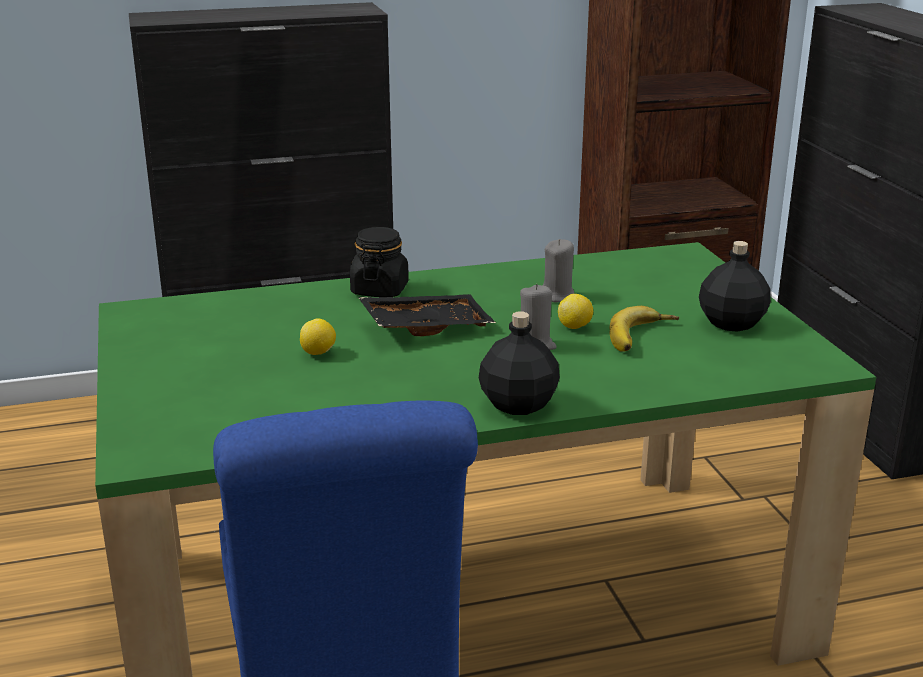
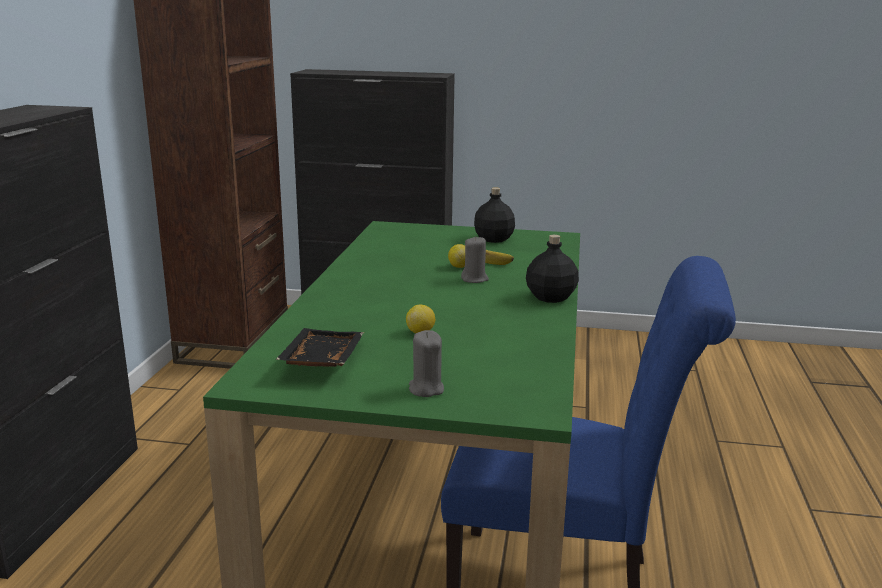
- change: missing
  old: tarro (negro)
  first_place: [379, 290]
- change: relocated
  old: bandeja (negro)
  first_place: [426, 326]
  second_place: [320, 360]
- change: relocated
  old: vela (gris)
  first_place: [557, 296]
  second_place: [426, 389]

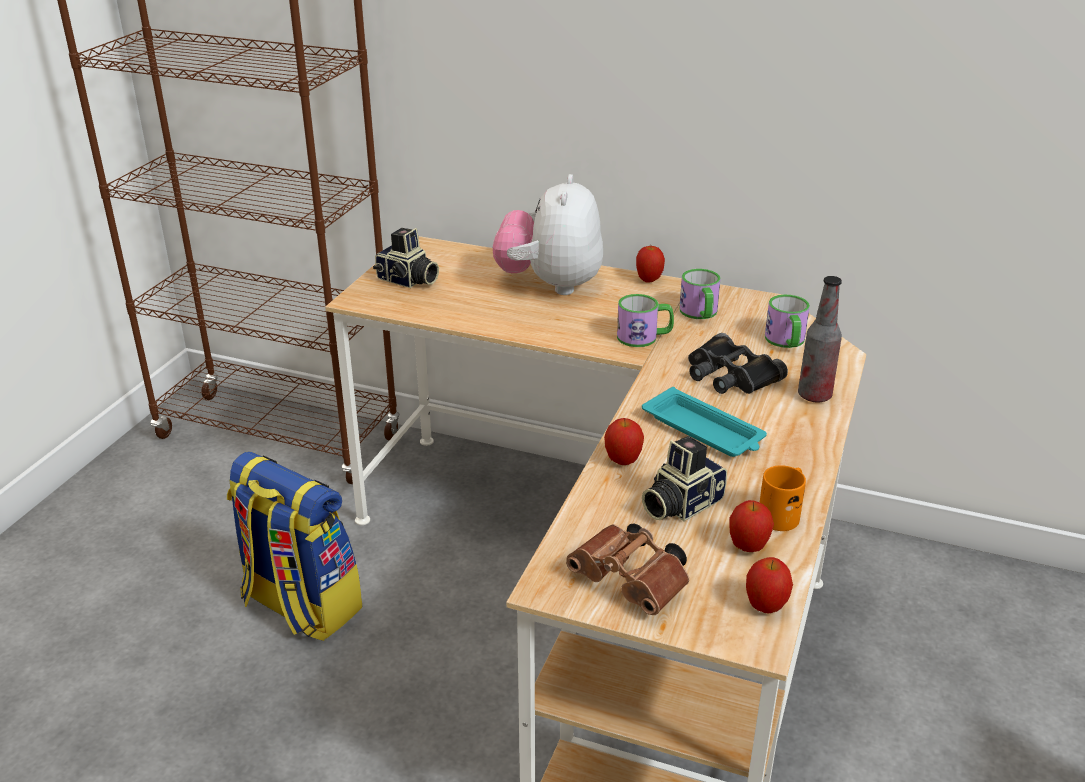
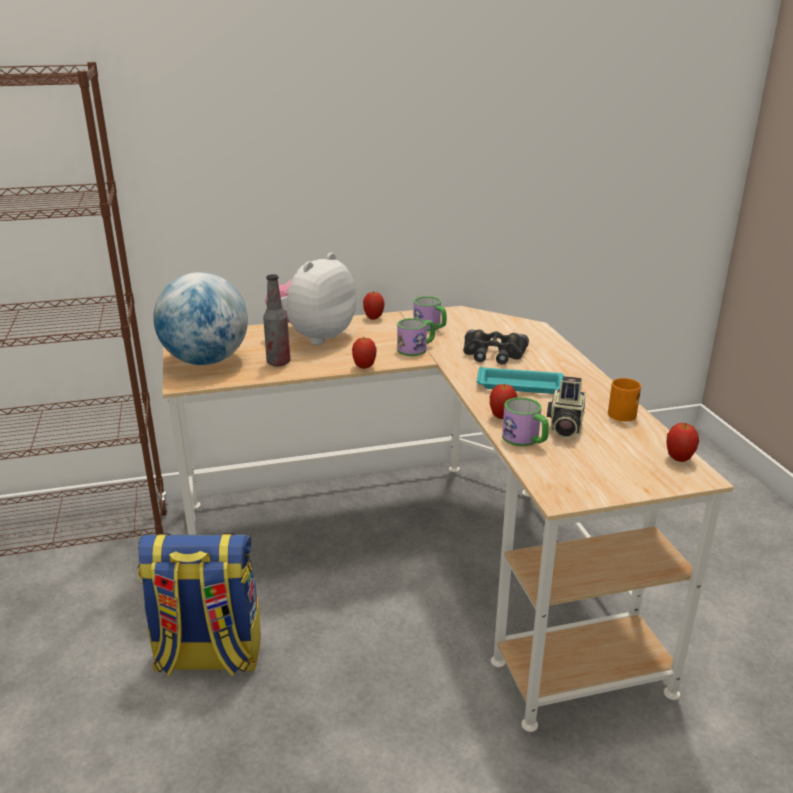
- change: exchanged
  old: cámara
  new: globo terráqueo
  first_place: [407, 281]
  second_place: [206, 361]
- change: spun
  old: peluche
  first_place: [550, 285]
  second_place: [314, 336]
  degrees: 60
- change: missing
  old: prismáticos (marrón)
  first_place: [633, 584]
- change: relocated
  old: manzana
  first_place: [748, 547]
  second_place: [364, 367]
- change: relocated
  old: taza grande
  first_place: [786, 342]
  second_place: [525, 440]
- change: relocated
  old: botella
  first_place: [814, 396]
  second_place: [278, 363]

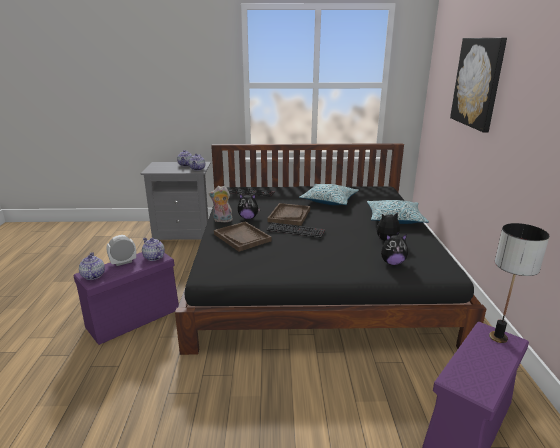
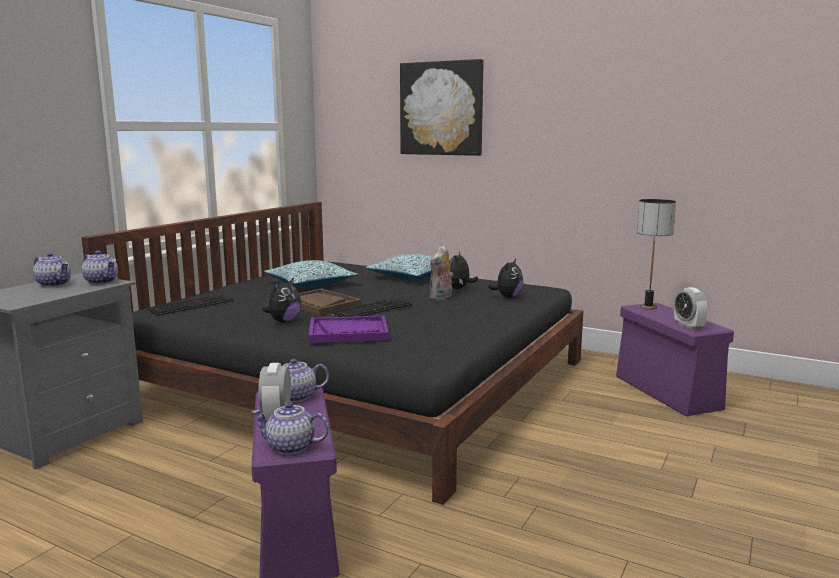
- change: relocated
  old: peluche
  first_place: [222, 220]
  second_place: [441, 298]
- change: colour
  old: bandeja (marrón)
  new: bandeja (morado)
  first_place: [242, 237]
  second_place: [349, 332]
- change: appeared
  new: despertador
  second_place: [688, 326]

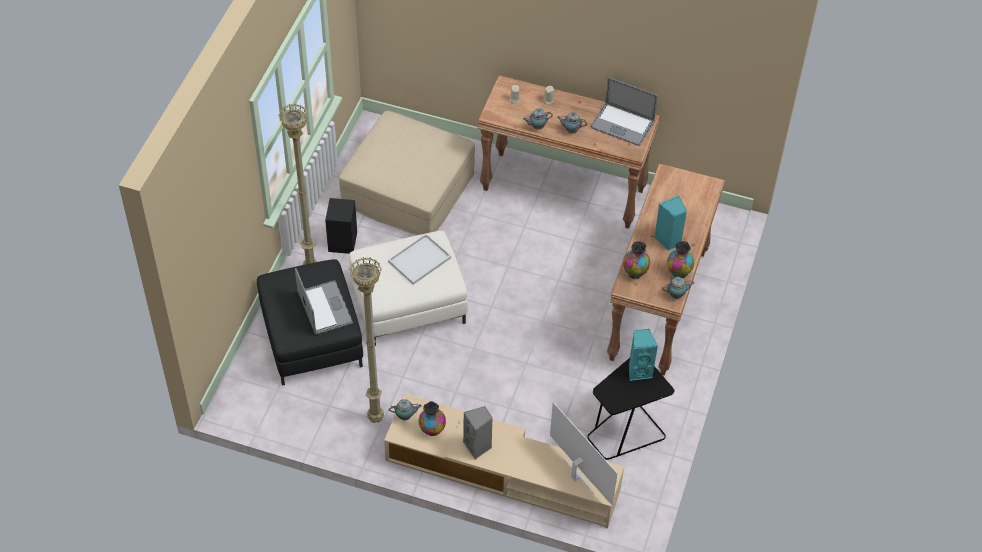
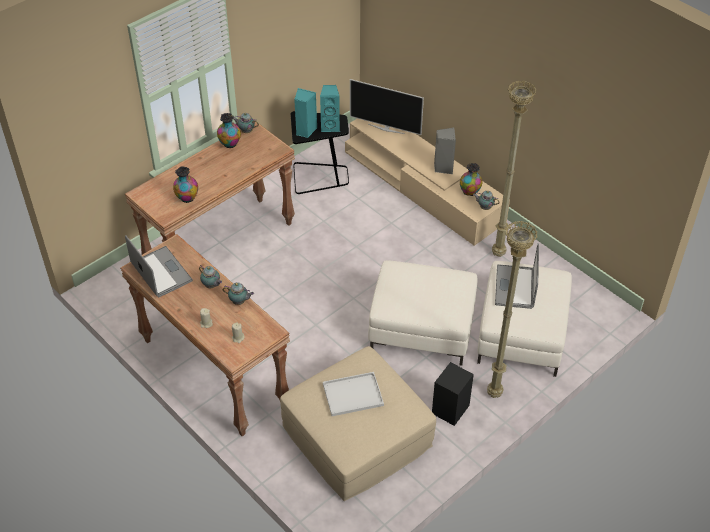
- change: colour
  old: puf (negro)
  new: puf (blanco)
  first_place: [311, 337]
  second_place: [521, 334]
- change: relocated
  old: bandeja (blanco)
  first_place: [420, 259]
  second_place: [352, 395]
- change: spun
  old: televisor
  first_place: [576, 476]
  second_place: [386, 128]
  degrees: -60
- change: relocated
  old: florero
  first_place: [635, 272]
  second_place: [187, 198]
- change: relocated
  old: altavoz (turquesa)
  first_place: [668, 240]
  second_place: [330, 126]

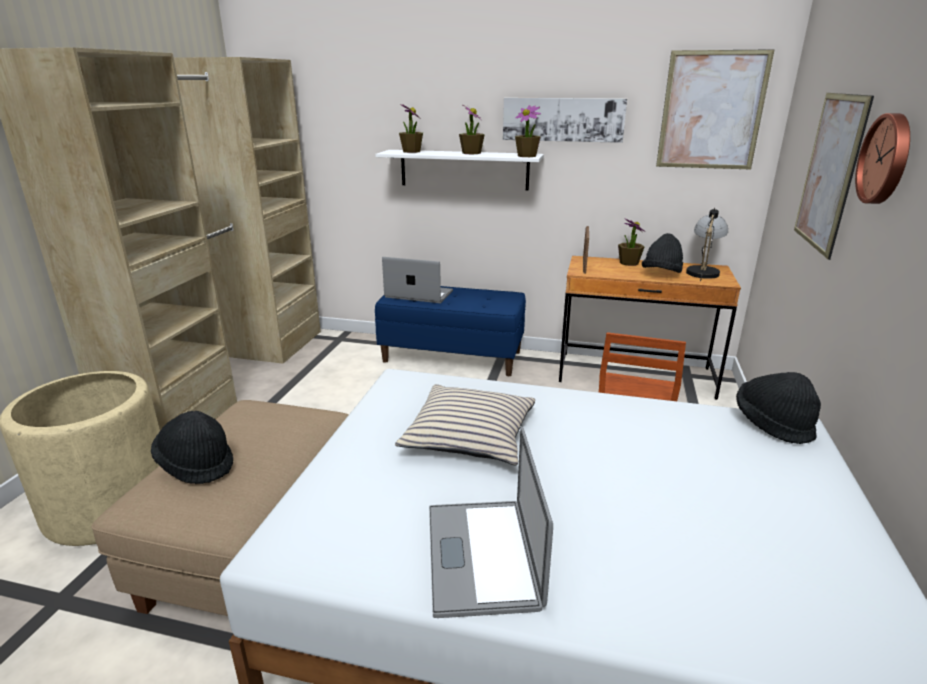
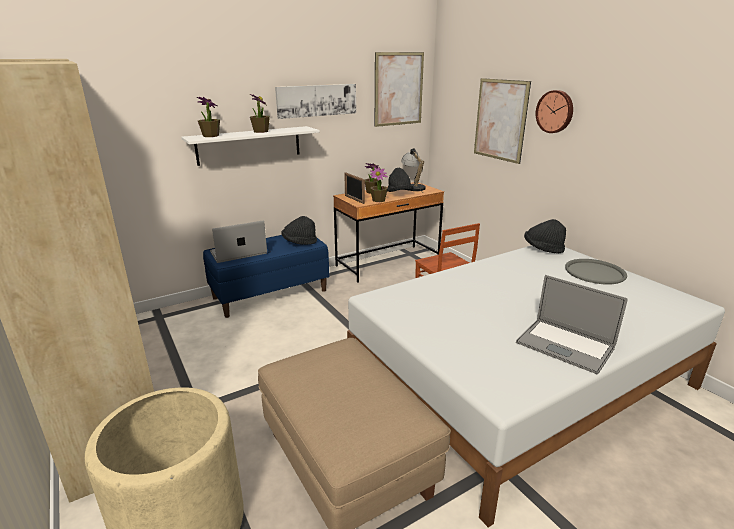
- change: relocated
  old: sombrero (negro)
  first_place: [197, 465]
  second_place: [299, 242]
- change: missing
  old: cojín (beis)
  first_place: [470, 435]
- change: relocated
  old: planta en maceta
  first_place: [527, 156]
  second_place: [378, 200]
- change: appeared
  new: bandeja (gris)
  second_place: [595, 272]

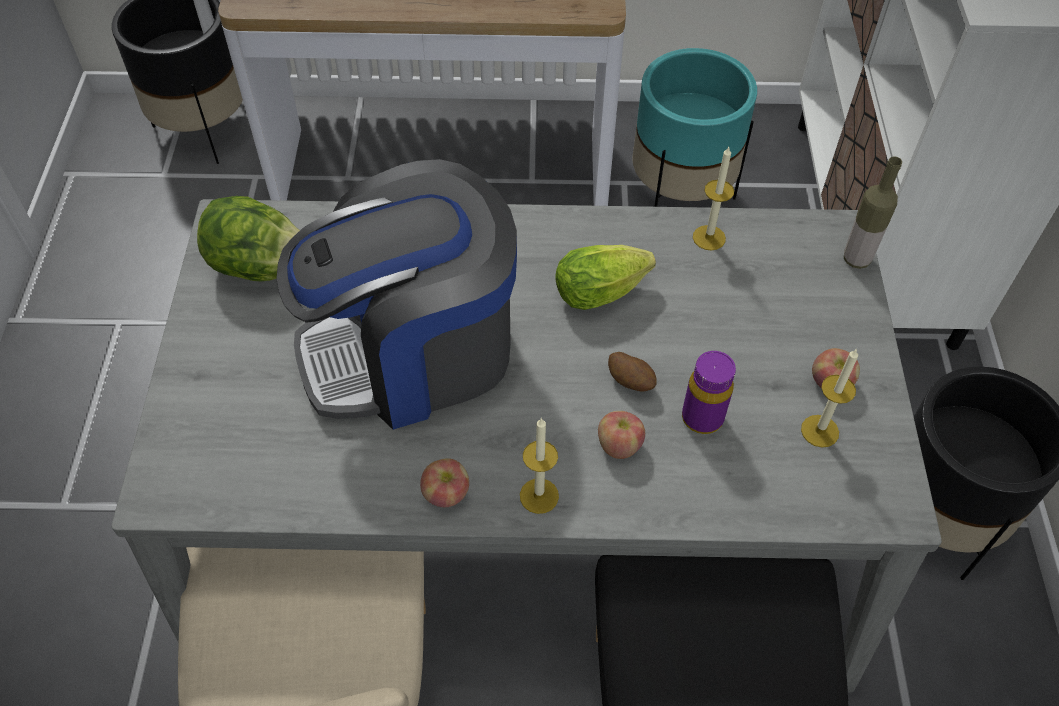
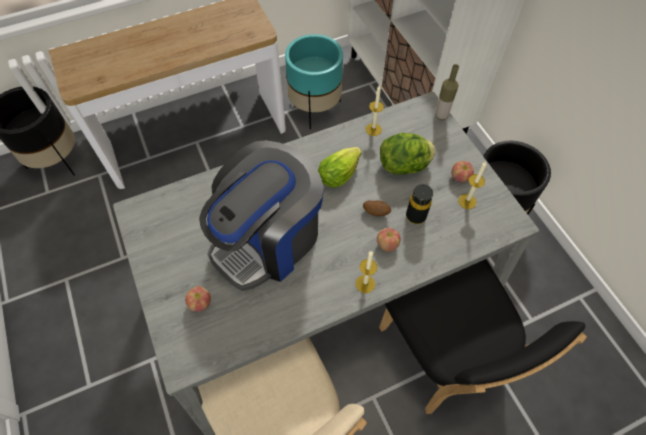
- change: relocated
  old: lechuga
  first_place: [259, 266]
  second_place: [404, 166]
- change: relocated
  old: manzana
  first_place: [446, 493]
  second_place: [200, 303]
- change: colour
  old: botella (morado)
  new: botella (negro)
  first_place: [702, 418]
  second_place: [415, 216]

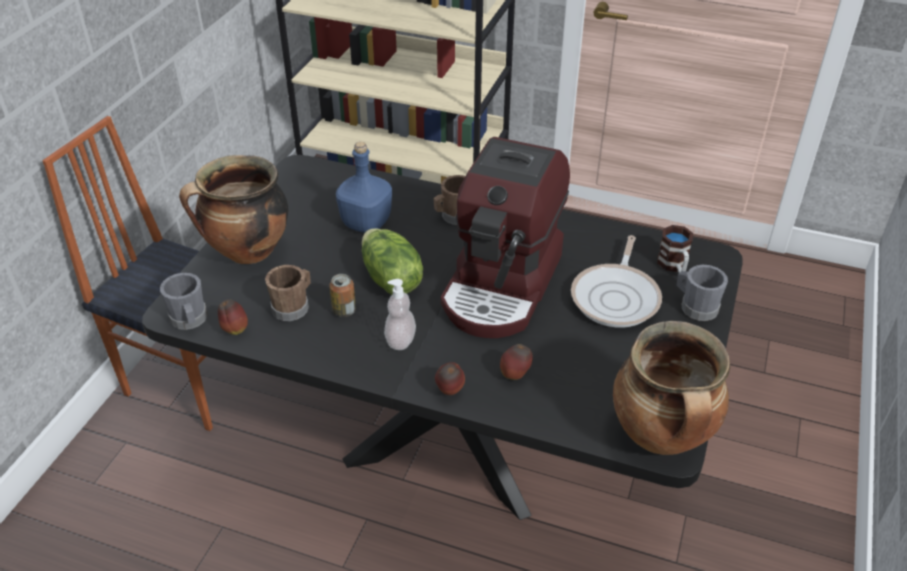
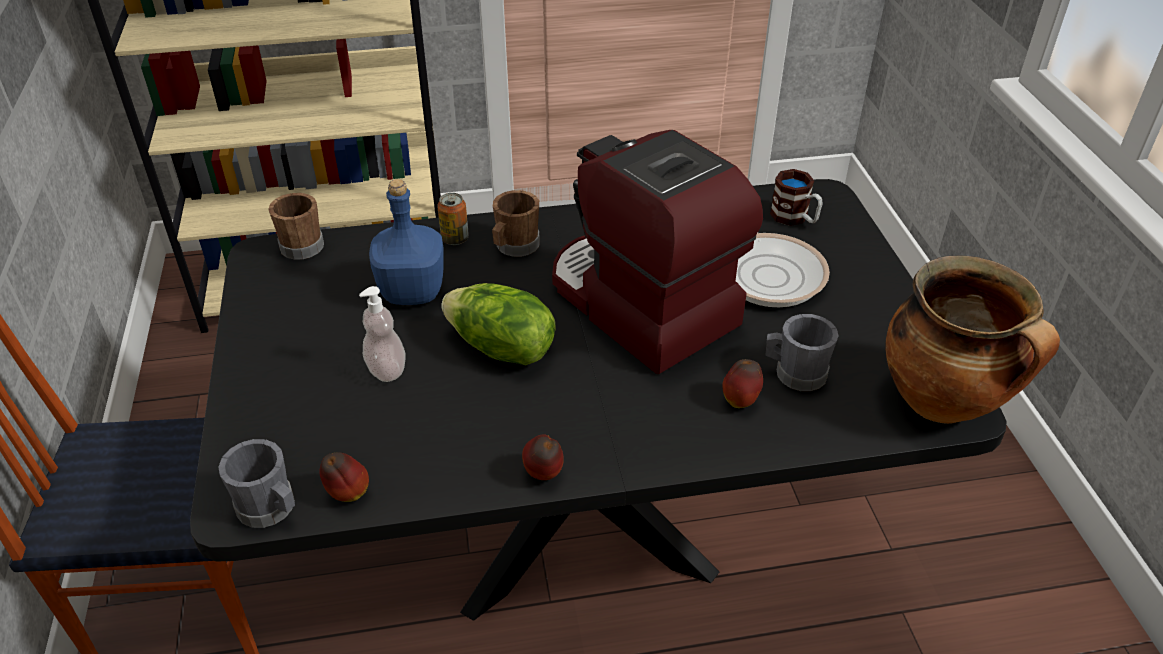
- change: missing
  old: olla
  first_place: [247, 253]
- change: relocated
  old: taza grande (marrón)
  first_place: [293, 306]
  second_place: [304, 243]
- change: relocated
  old: lata
  first_place: [344, 311]
  second_place: [455, 239]
- change: relocated
  old: dispensador de jabón
  first_place: [400, 340]
  second_place: [386, 369]
- change: relocated
  old: manzana
  first_place: [449, 391]
  second_place: [544, 475]
- change: spun
  old: cafetera
  first_place: [503, 285]
  second_place: [639, 305]
  degrees: 150
- change: relocated
  old: taza grande (gris)
  first_place: [695, 307]
  second_place: [795, 373]

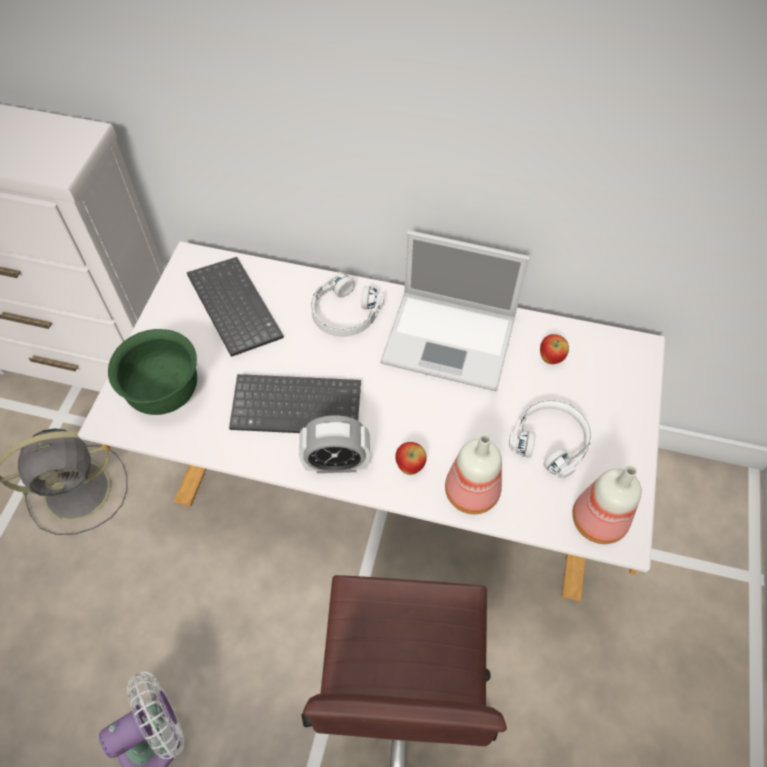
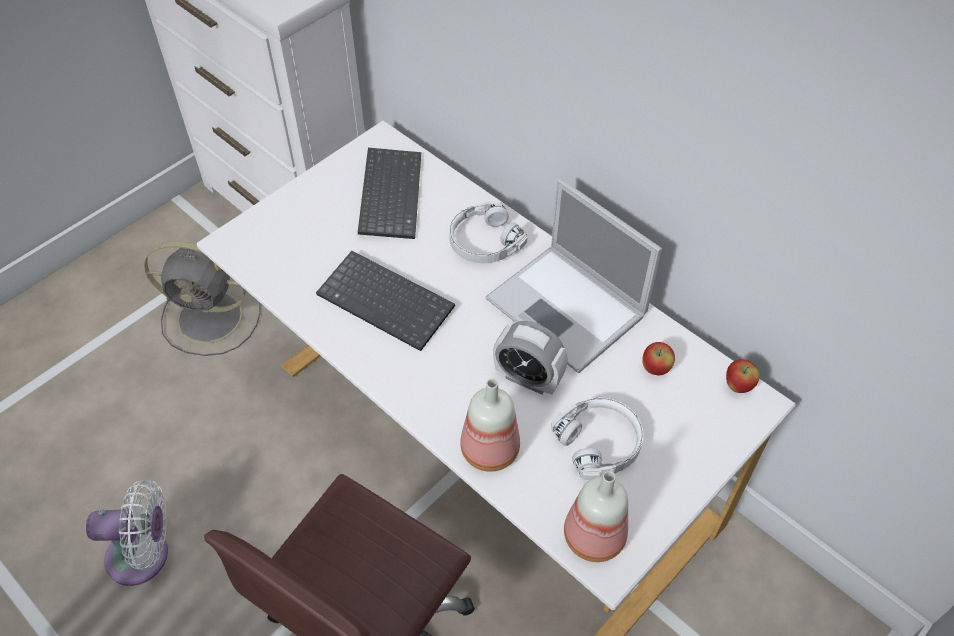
- change: missing
  old: cuenco (verde)
  first_place: [165, 393]
- change: relocated
  old: despertador
  first_place: [336, 463]
  second_place: [528, 379]
- change: relocated
  old: manzana
  first_place: [410, 465]
  second_place: [738, 386]

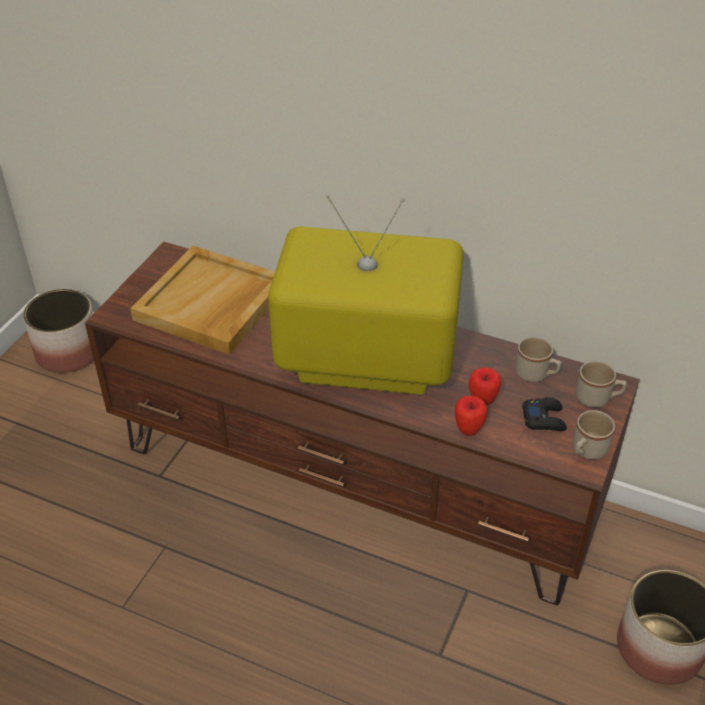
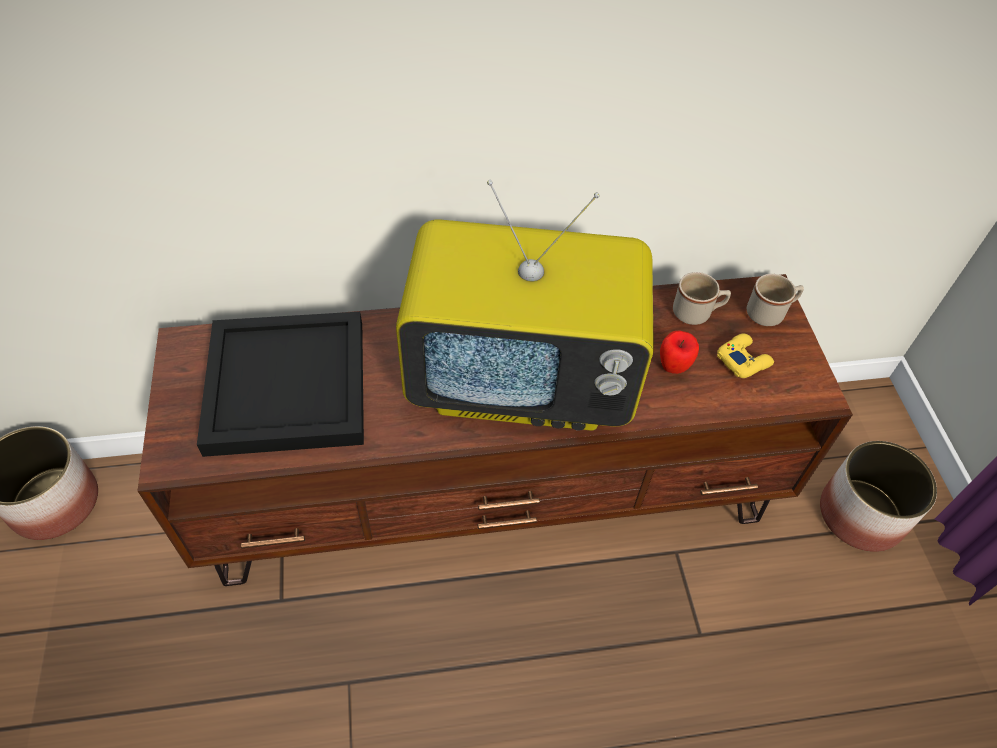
- change: colour
  old: bandeja (beis)
  new: bandeja (negro)
  first_place: [211, 304]
  second_place: [288, 387]
- change: spun
  old: televisor
  first_place: [364, 363]
  second_place: [523, 381]
  degrees: -150
- change: missing
  old: manzana
  first_place: [469, 429]
- change: colour
  old: mando de consola (negro)
  new: mando de consola (amarillo)
  first_place: [544, 419]
  second_place: [743, 360]
- change: missing
  old: taza grande (beis)
  first_place: [586, 451]

